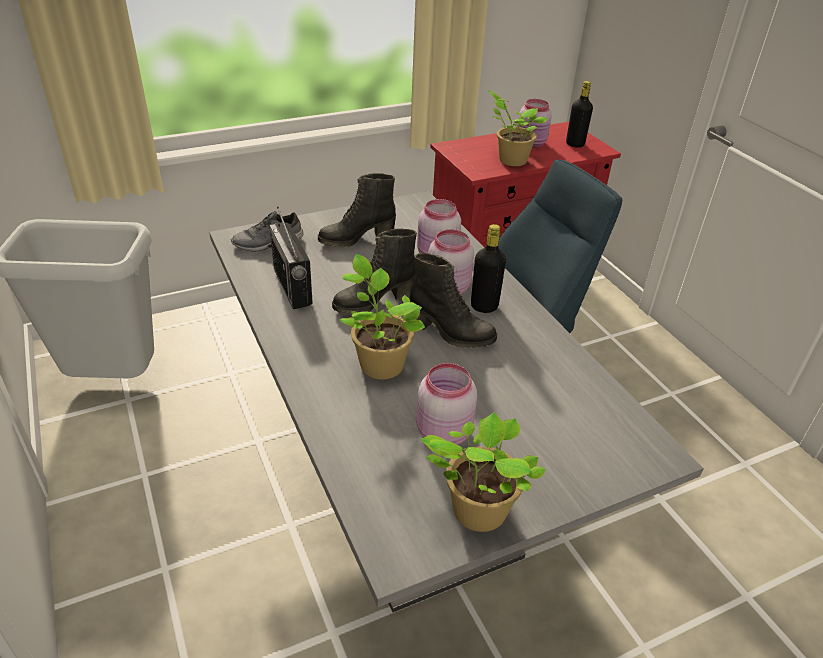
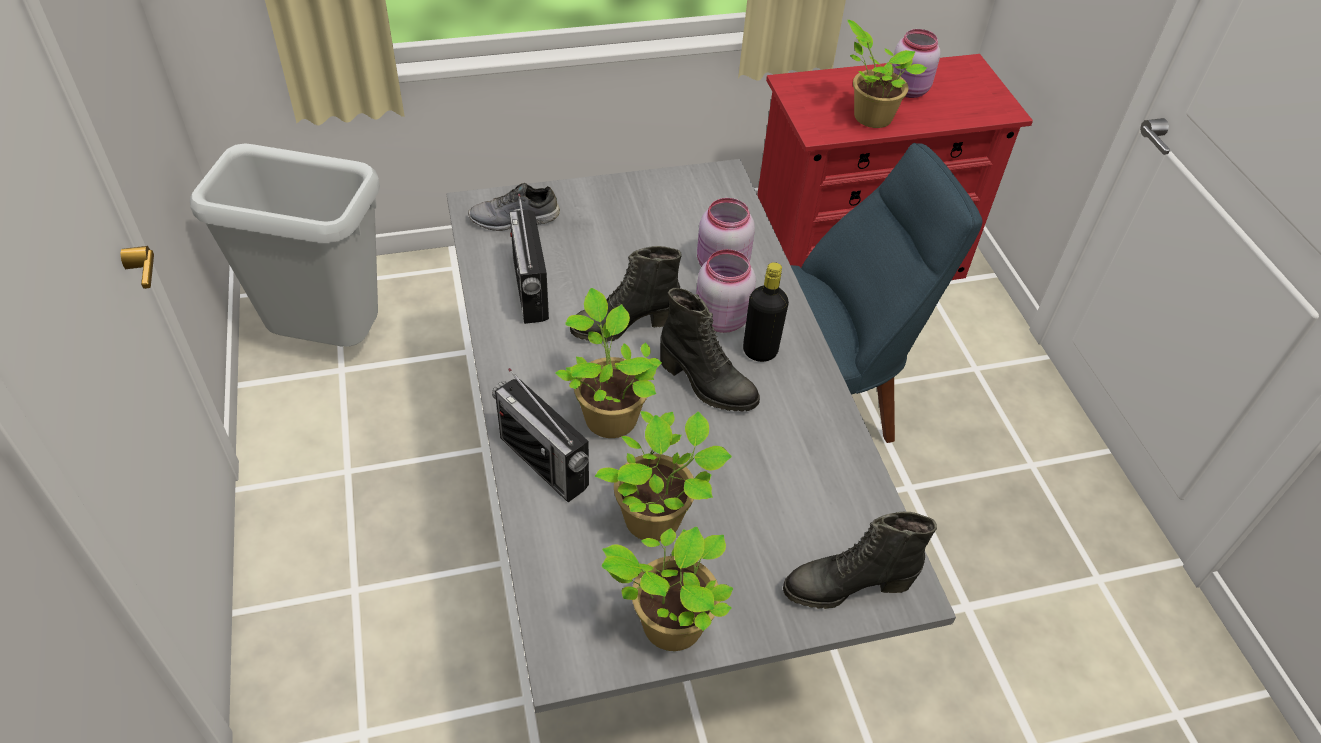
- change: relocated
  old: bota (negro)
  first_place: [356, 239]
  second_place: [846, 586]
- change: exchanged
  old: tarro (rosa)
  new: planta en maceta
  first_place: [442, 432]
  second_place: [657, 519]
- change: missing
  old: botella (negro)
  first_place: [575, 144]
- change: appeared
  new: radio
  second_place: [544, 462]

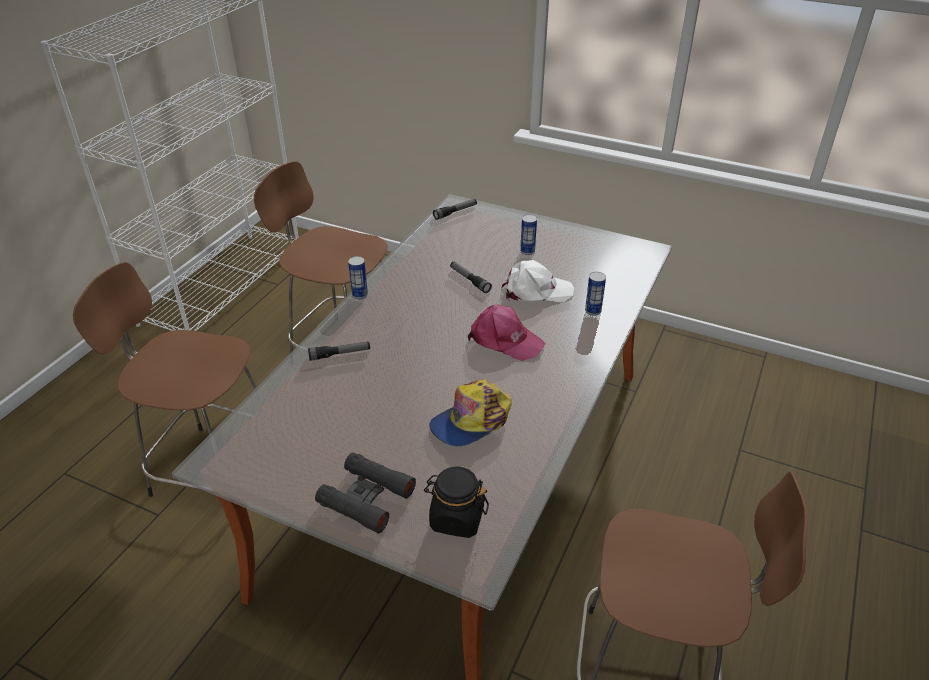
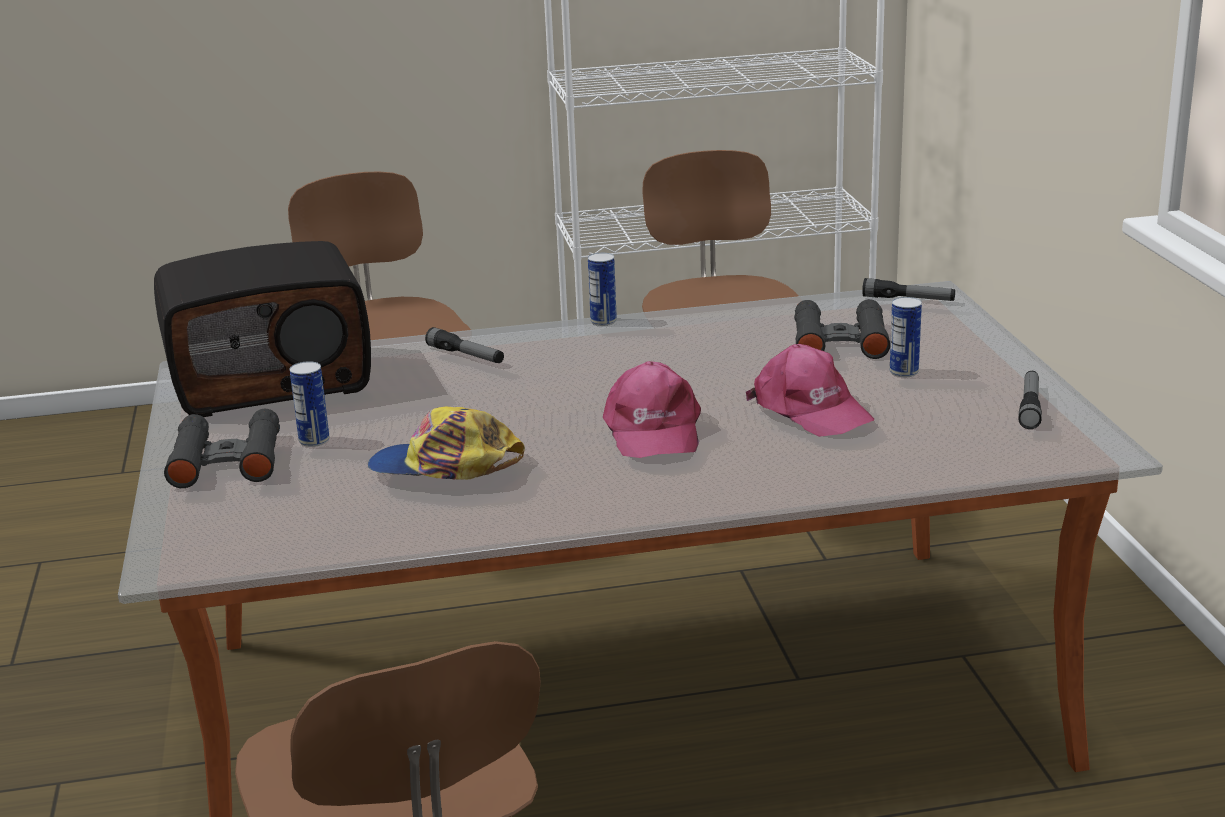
- change: missing
  old: tarro (negro)
  first_place: [456, 518]
- change: relocated
  old: linterna
  first_place: [469, 280]
  second_place: [1030, 407]
- change: colour
  old: gorra (blanco)
  new: gorra (rosa)
  first_place: [535, 291]
  second_place: [809, 410]
- change: relocated
  old: lata
  first_place: [593, 311]
  second_place: [314, 441]
- change: appeared
  new: radio
  second_place: [271, 379]
- change: appeared
  new: prismáticos (negro)
  second_place: [840, 341]

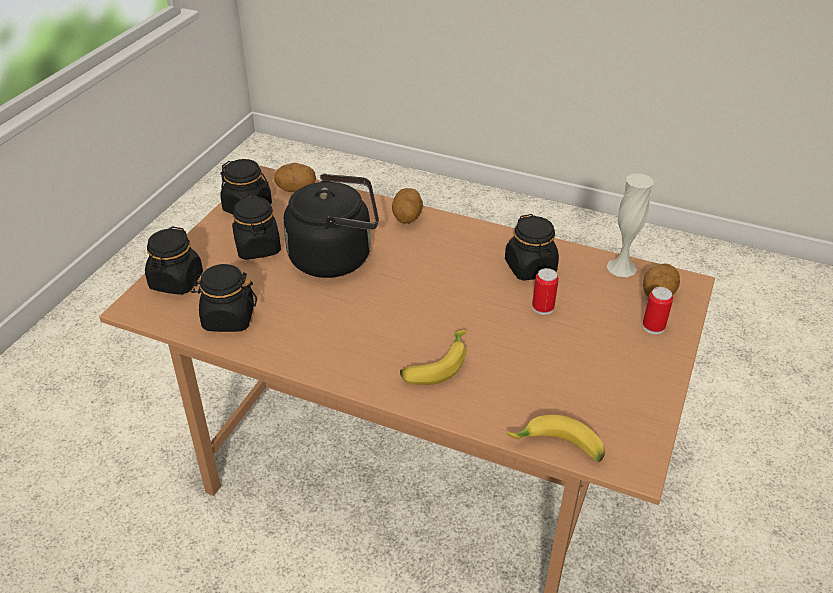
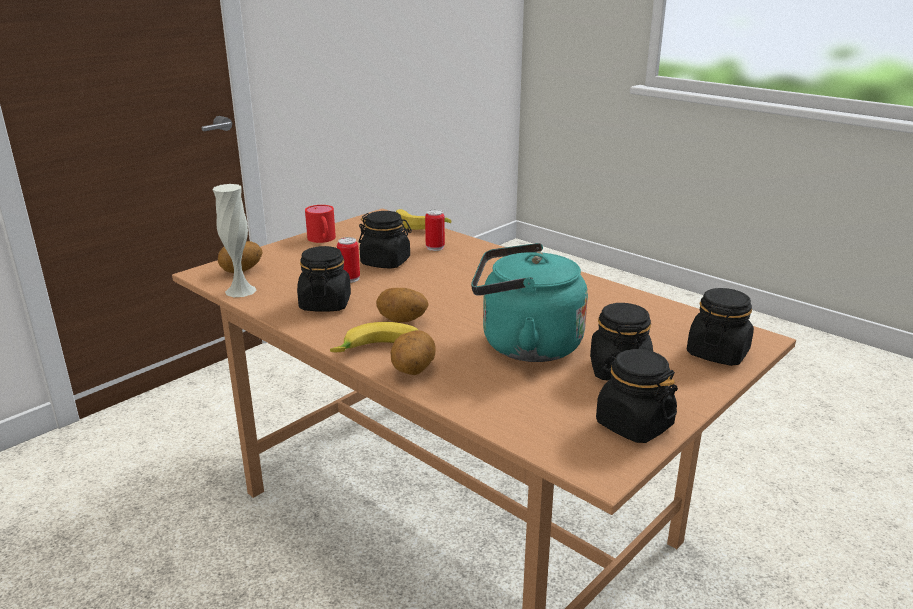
- change: relocated
  old: tarro (negro)
  first_place: [228, 318]
  second_place: [386, 262]
- change: relocated
  old: patata
  first_place: [296, 189]
  second_place: [402, 321]
- change: colour
  old: hervidor (negro)
  new: hervidor (turquesa)
  first_place: [336, 257]
  second_place: [524, 345]
- change: relocated
  old: plátano
  first_place: [435, 365]
  second_place: [379, 351]
- change: relocated
  old: lata
  first_place: [653, 327]
  second_place: [435, 247]
- change: appeared
  new: taza grande (rojo)
  second_place: [323, 240]

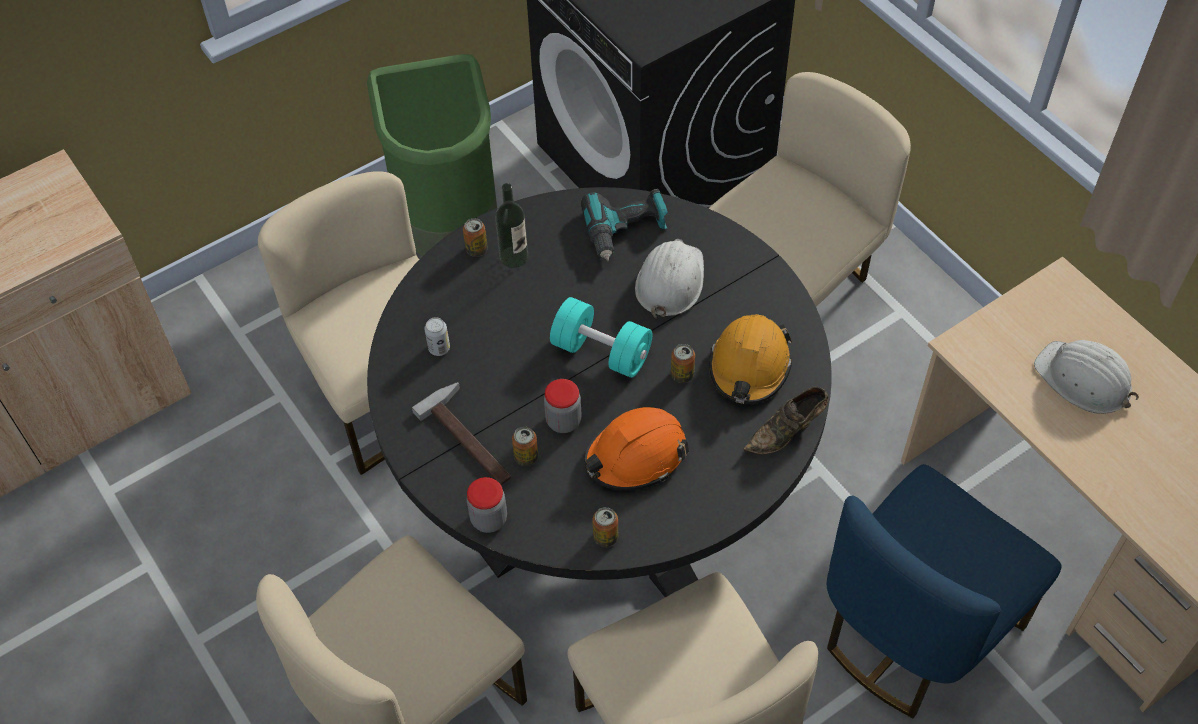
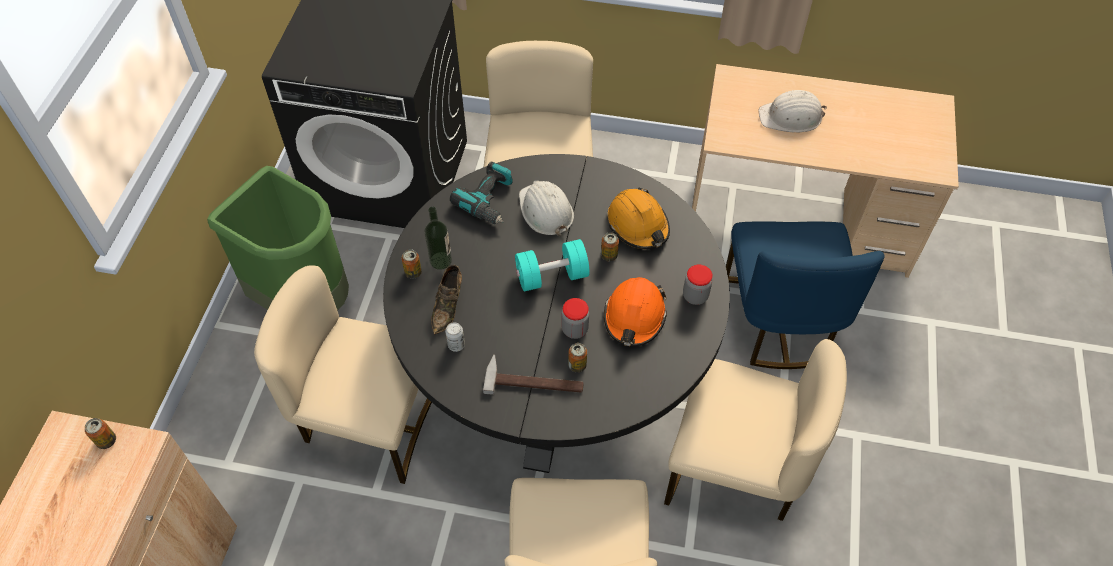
- change: relocated
  old: tarro
  first_place: [489, 519]
  second_place: [695, 296]
- change: relocated
  old: lata
  first_place: [605, 537]
  second_place: [106, 441]
- change: relocated
  old: zapato (marrón)
  first_place: [787, 432]
  second_place: [448, 306]

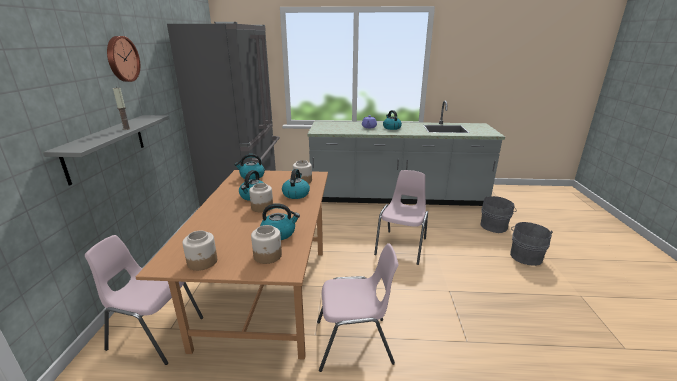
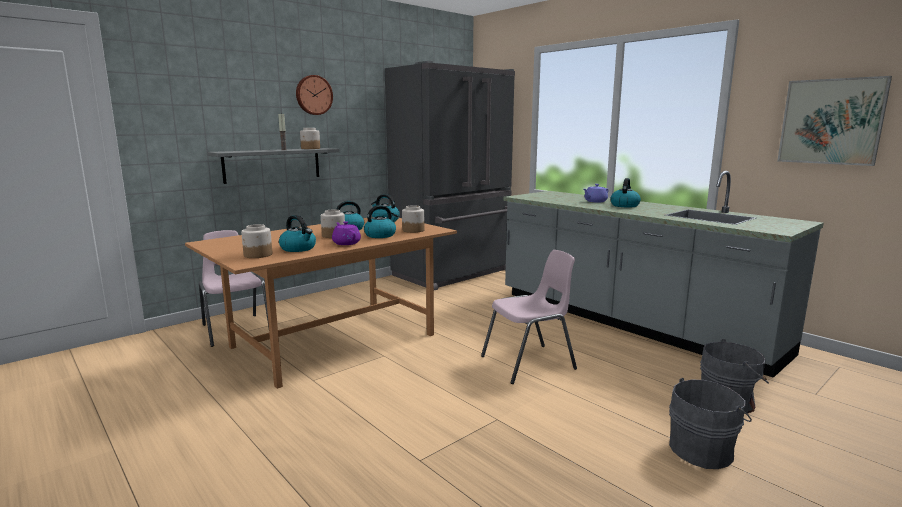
- change: relocated
  old: tarro
  first_place: [202, 262]
  second_place: [310, 148]
- change: missing
  old: silla (rosa)
  first_place: [355, 343]
- change: appeared
  new: tetera (morado)
  second_place: [346, 243]
- change: appeared
  new: cuadro
  second_place: [831, 121]

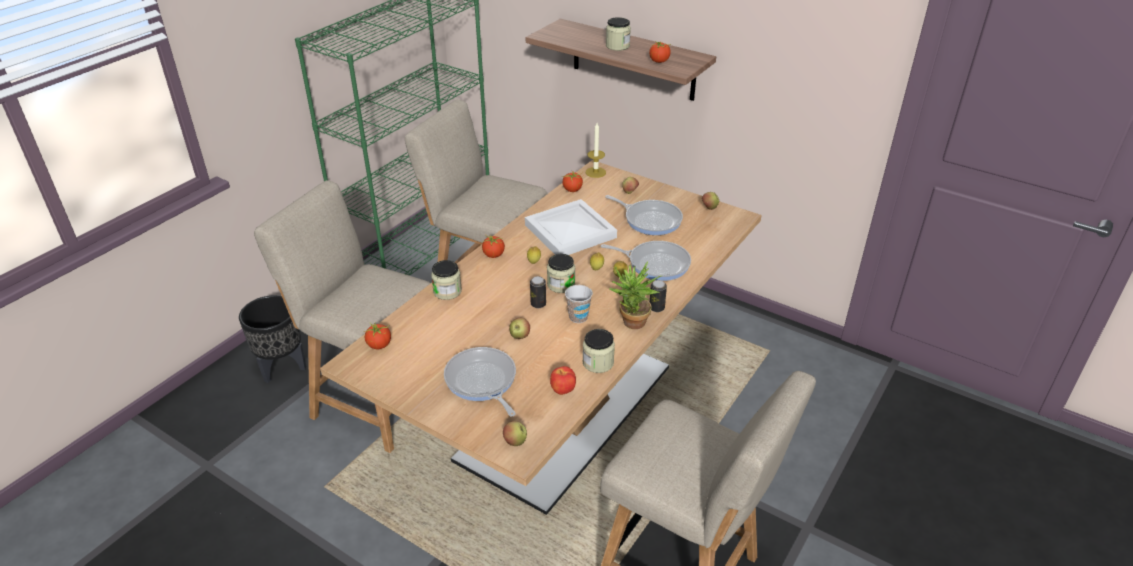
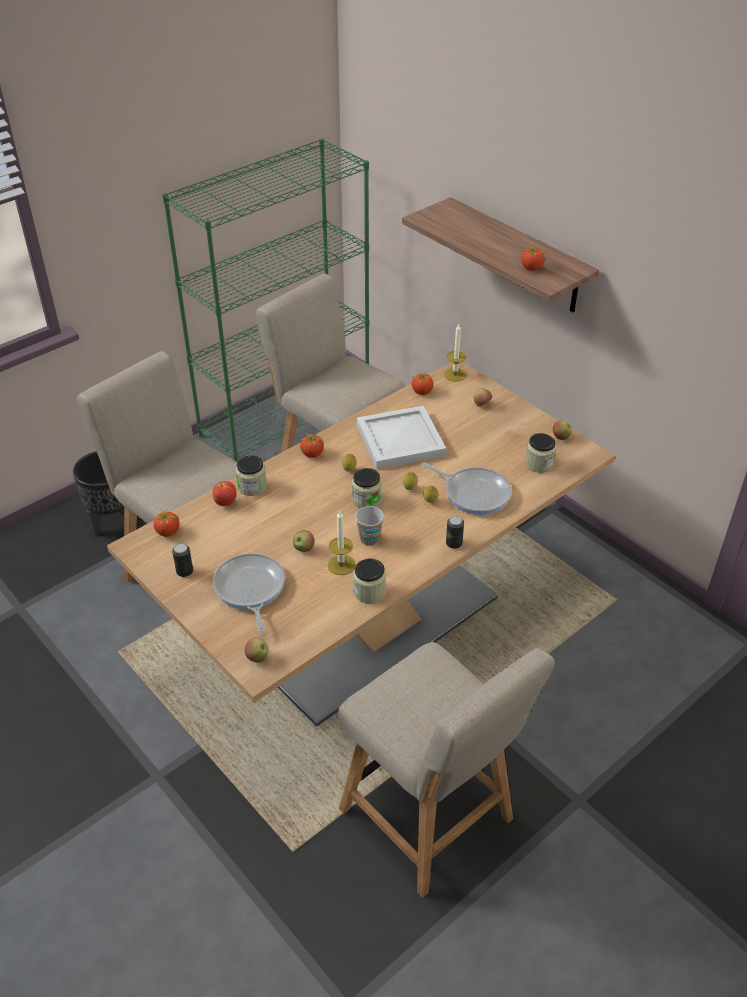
- change: relocated
  old: lata
  first_place: [538, 304]
  second_place: [184, 571]
- change: relocated
  old: manzana
  first_place: [563, 391]
  second_place: [225, 503]
- change: missing
  old: sartén
  first_place: [650, 220]
- change: relocated
  old: tarro
  first_place: [617, 46]
  second_place: [539, 464]
- change: missing
  old: planta en maceta
  first_place: [631, 324]
- change: appeared
  new: vela
  second_place: [341, 565]

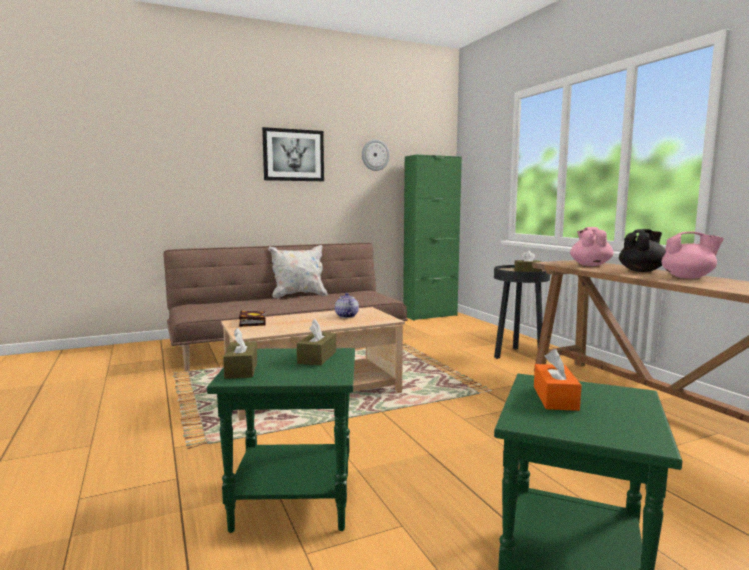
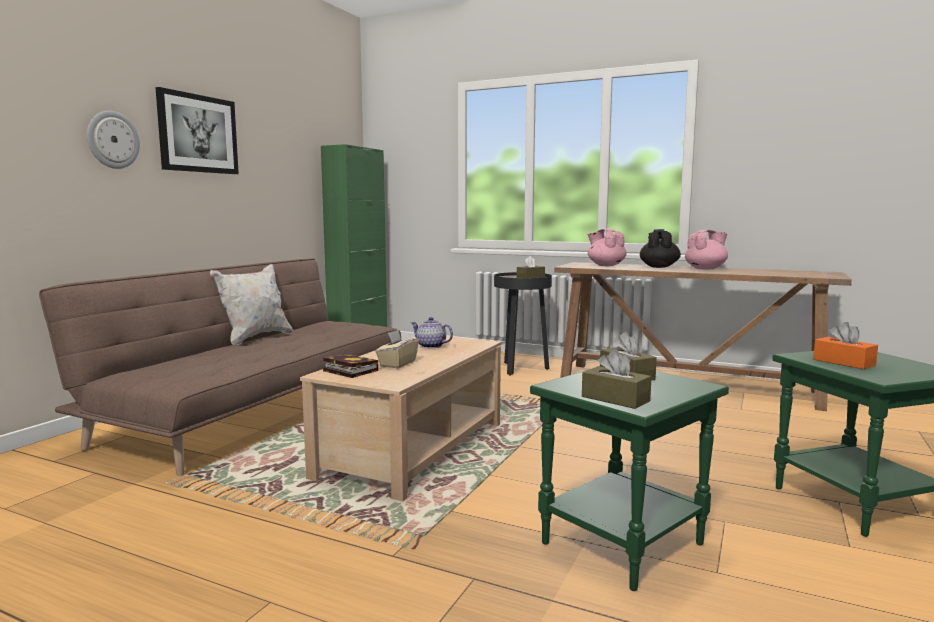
- change: relocated
  old: reloj de pared
  first_place: [375, 155]
  second_place: [112, 140]
- change: appeared
  new: caja de pañuelos (beis)
  second_place: [397, 364]

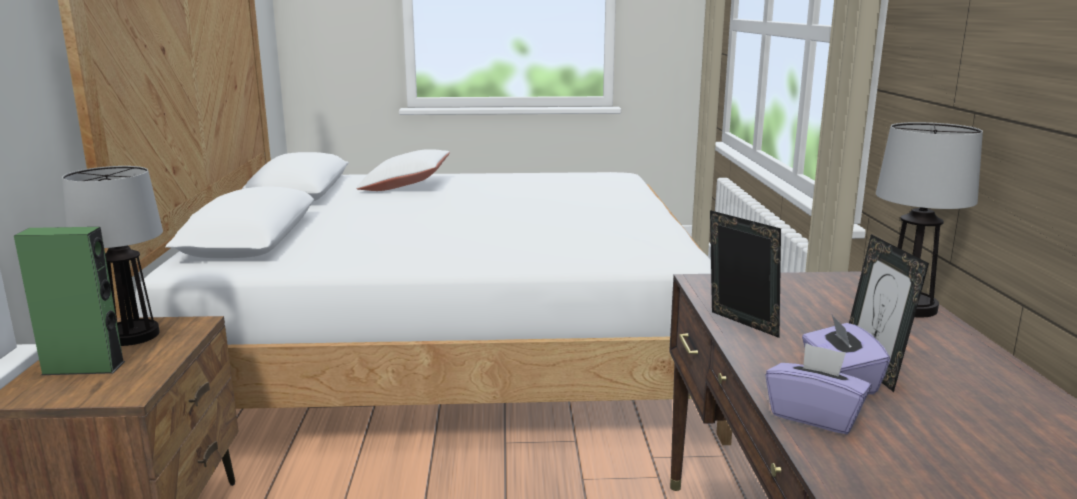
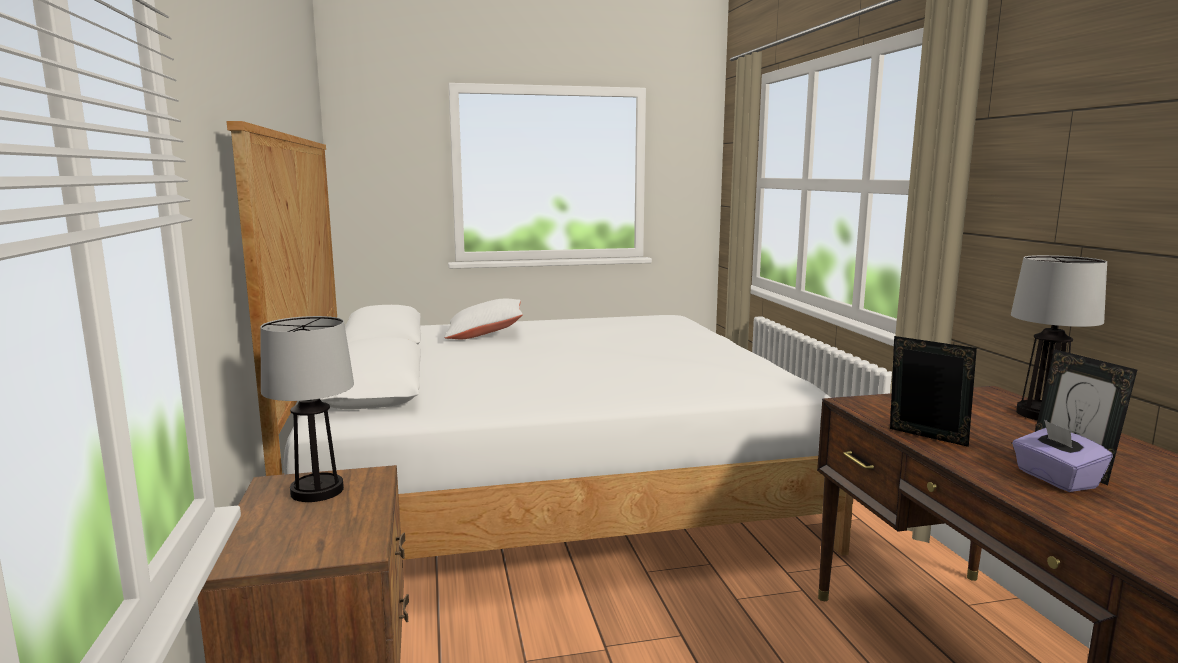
- change: missing
  old: altavoz (verde)
  first_place: [83, 368]
- change: missing
  old: caja de pañuelos (morado)
  first_place: [814, 416]

